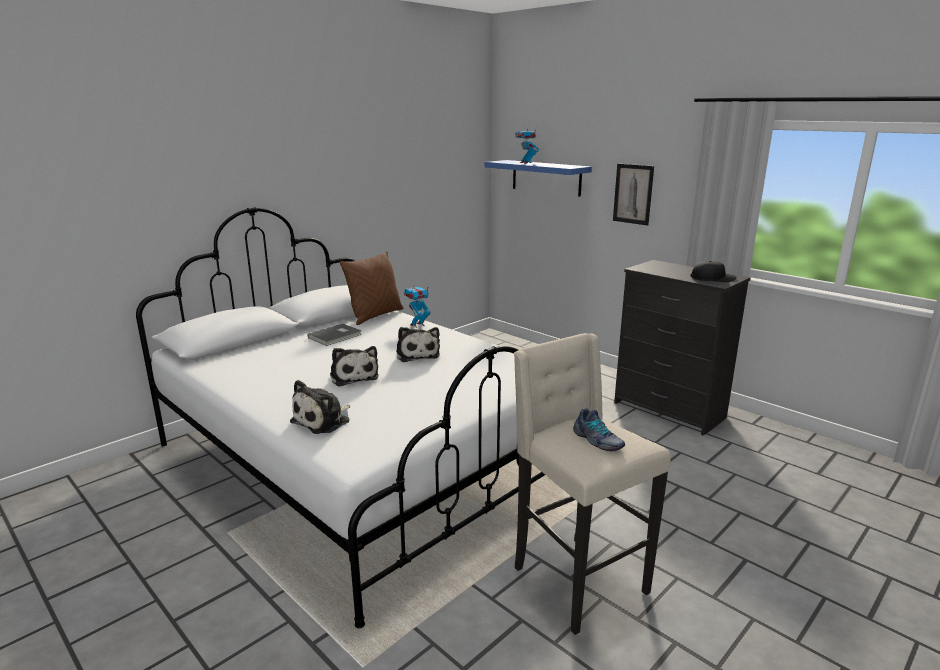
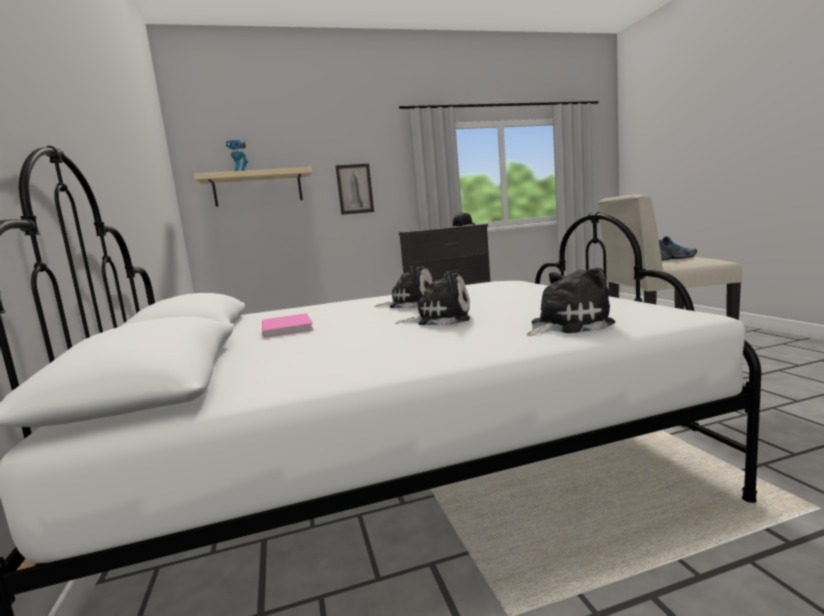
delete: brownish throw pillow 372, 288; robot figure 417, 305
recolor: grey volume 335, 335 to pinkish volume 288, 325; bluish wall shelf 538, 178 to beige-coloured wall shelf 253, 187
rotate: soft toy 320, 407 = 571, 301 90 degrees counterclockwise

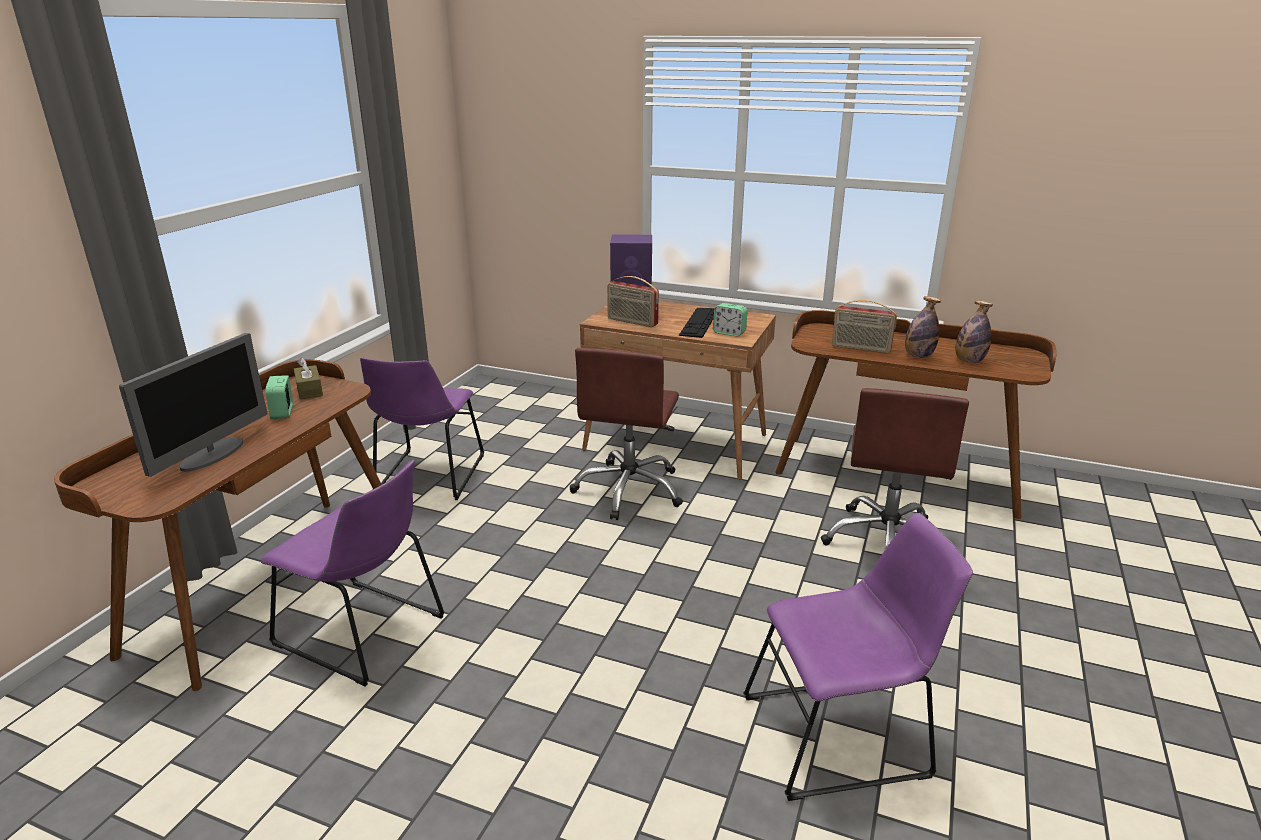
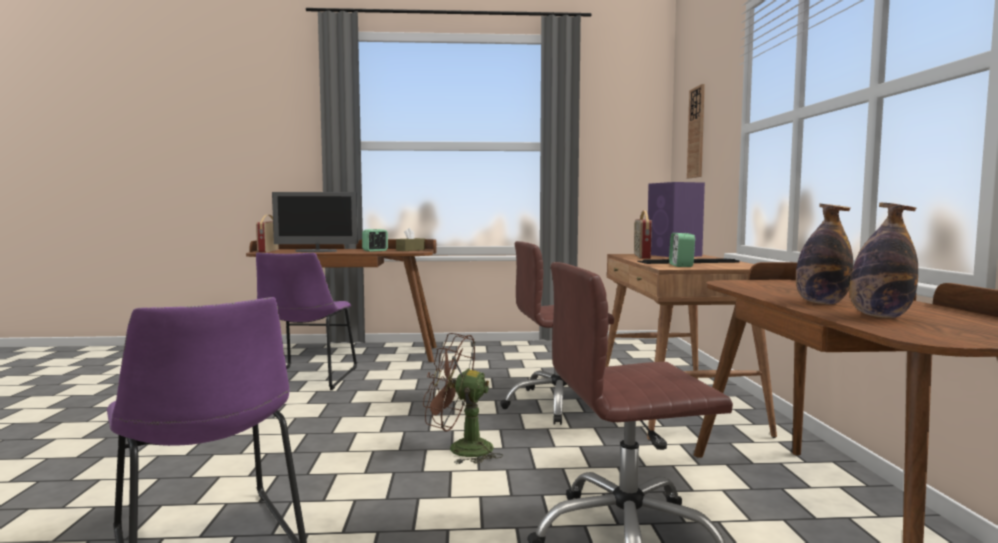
delete: purple plain chair 422, 429
insert: brownish fan 463, 398; clock on the wall 696, 131
move: radio 864, 326 to 267, 233

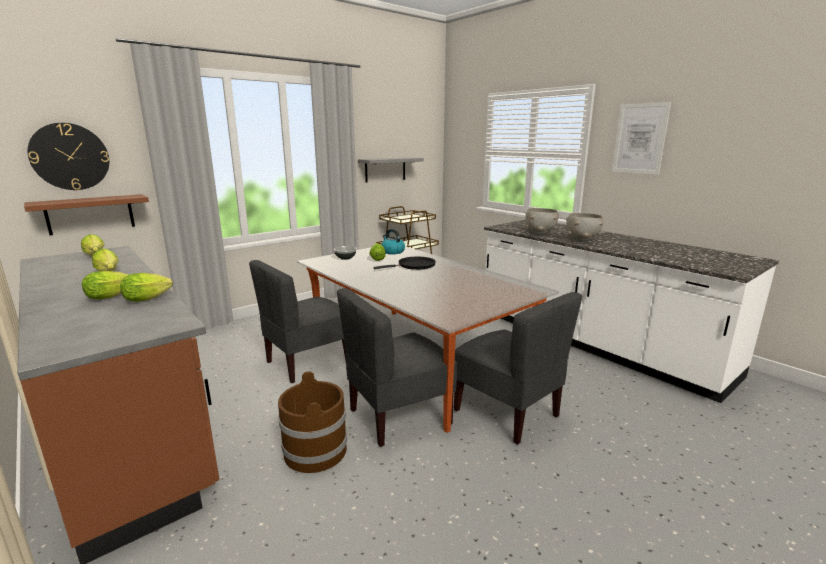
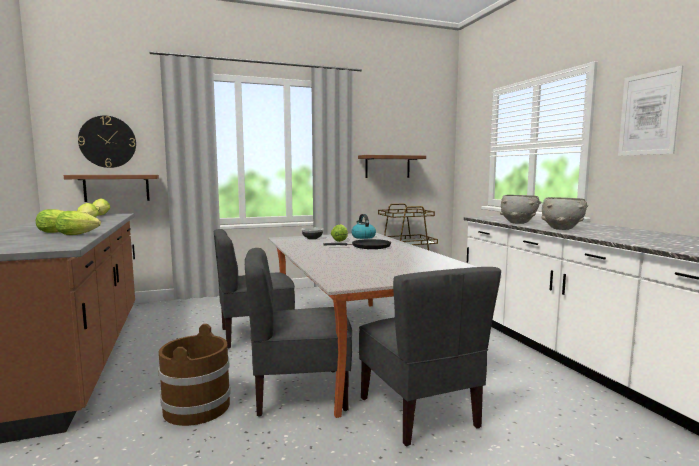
recolor: grey wall shelf 391, 170 to brownish wall shelf 392, 166

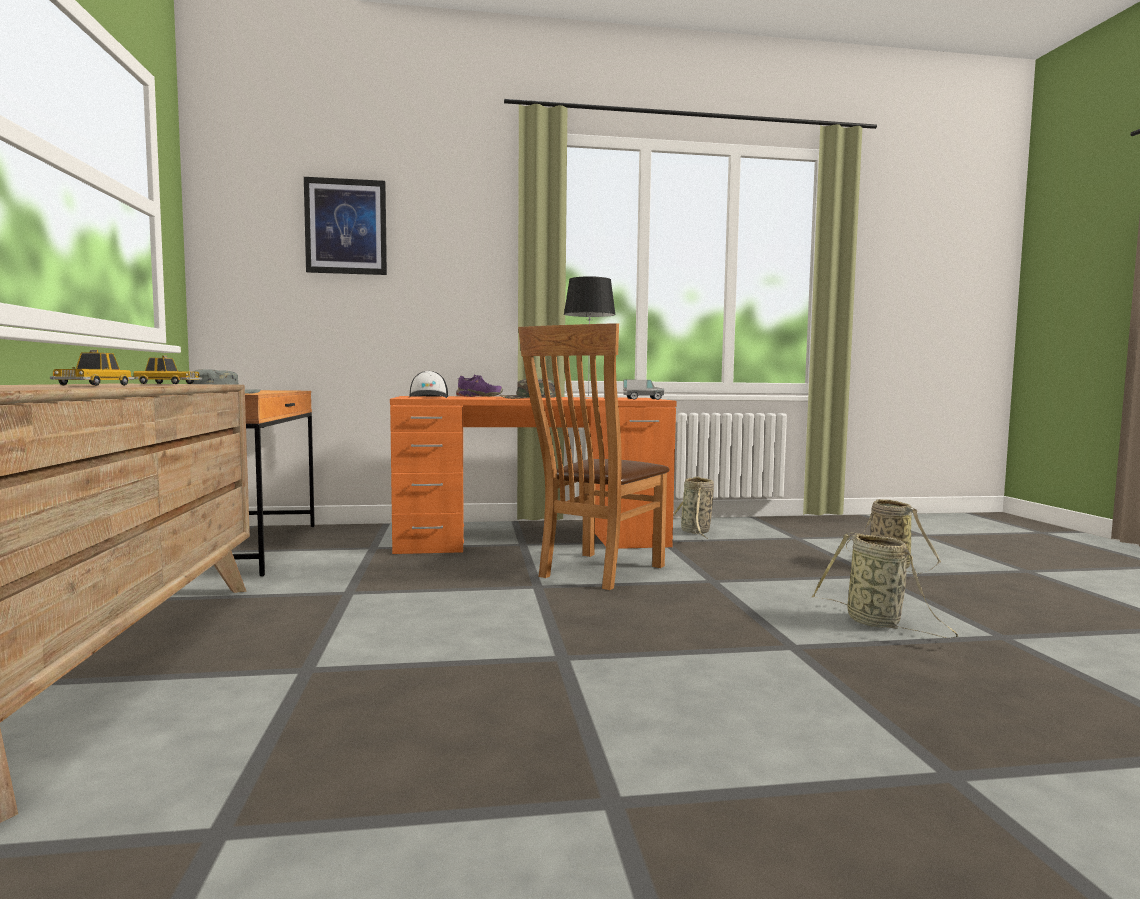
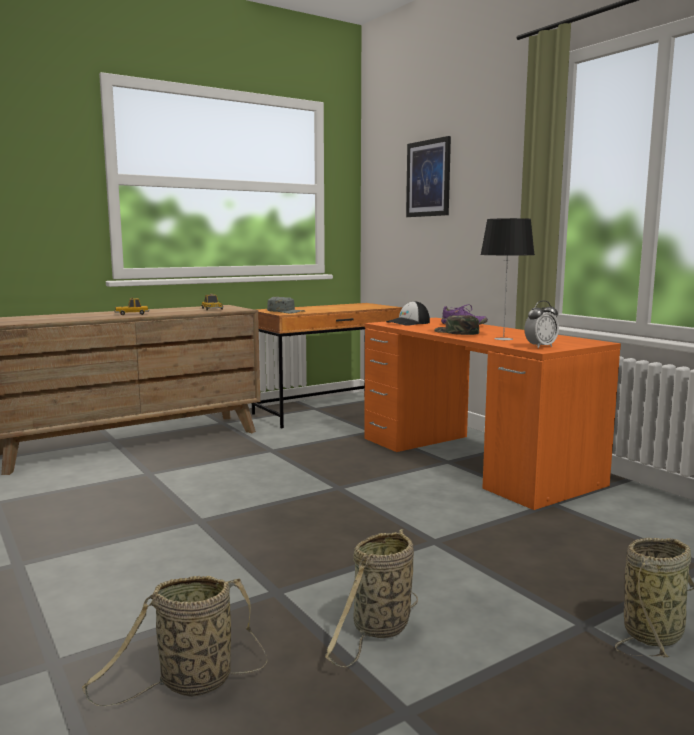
delete: brownish plain chair 594, 456
move: storage basket 693, 507 to 175, 641
replace: model truck 643, 390 to bedside clock 541, 324

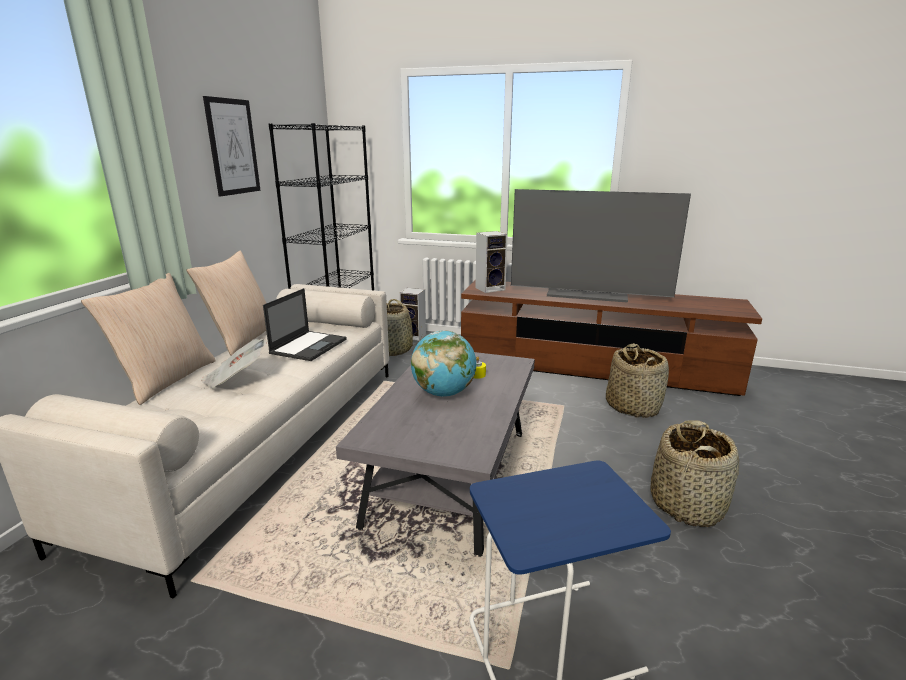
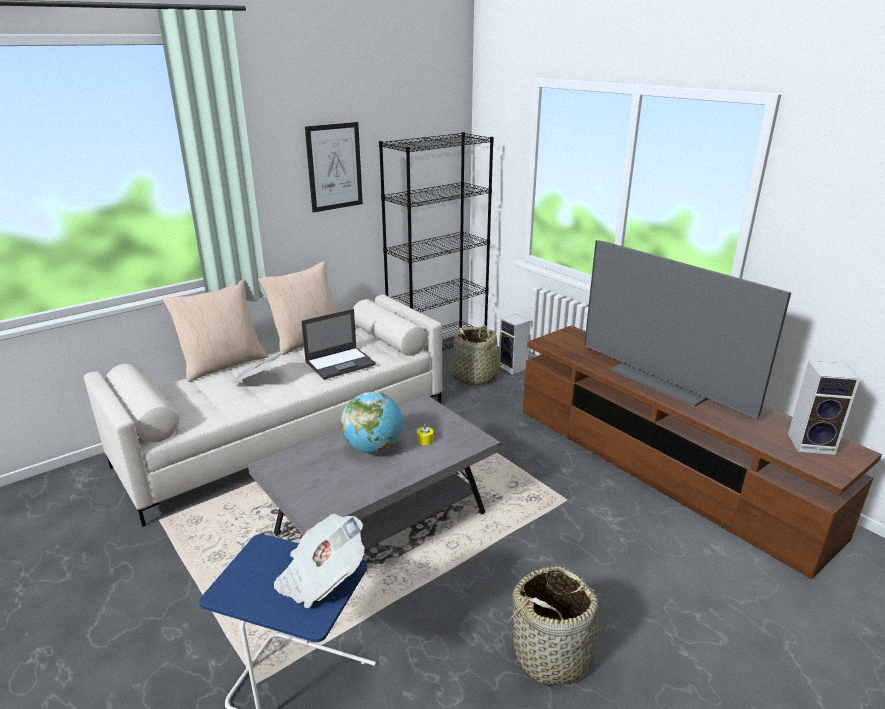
delete: storage basket 637, 380
insert: daily paper 319, 561
move: audio speaker 492, 262 to 824, 408

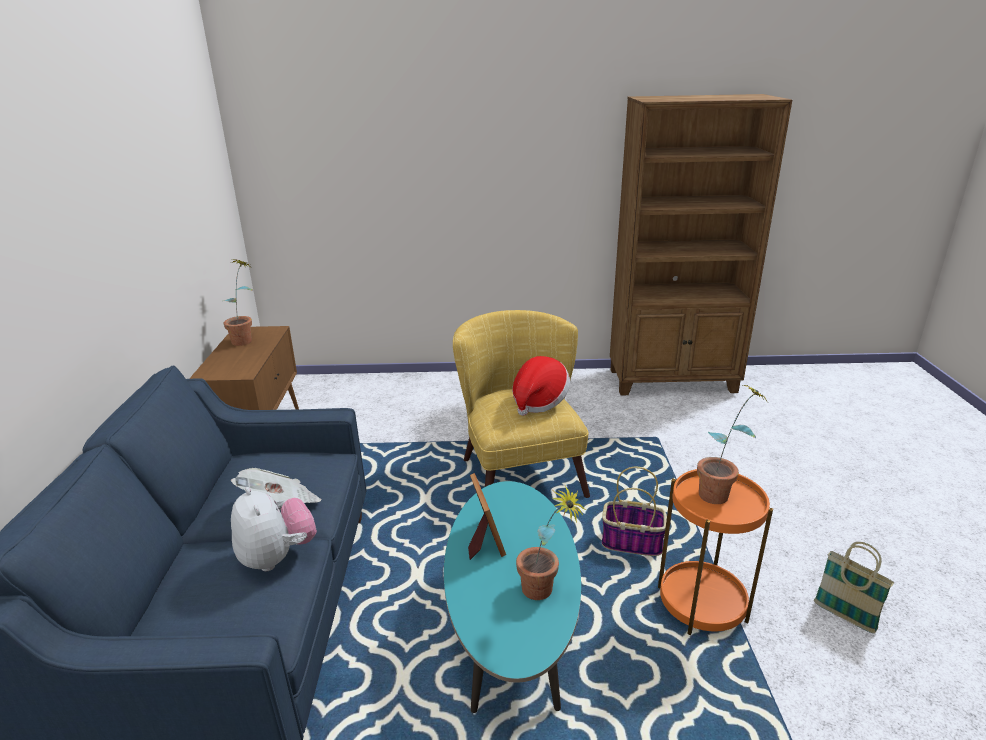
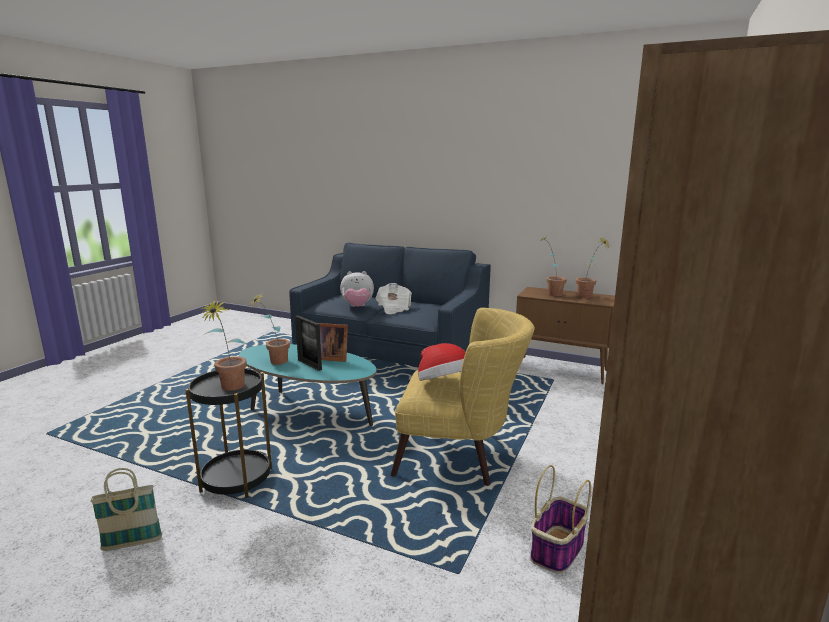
insert: picture frame 308, 343; plant in a pot 553, 266
move: storage basket 634, 511 to 560, 519
recolor: orange accent table 715, 552 to black-coloured accent table 228, 433

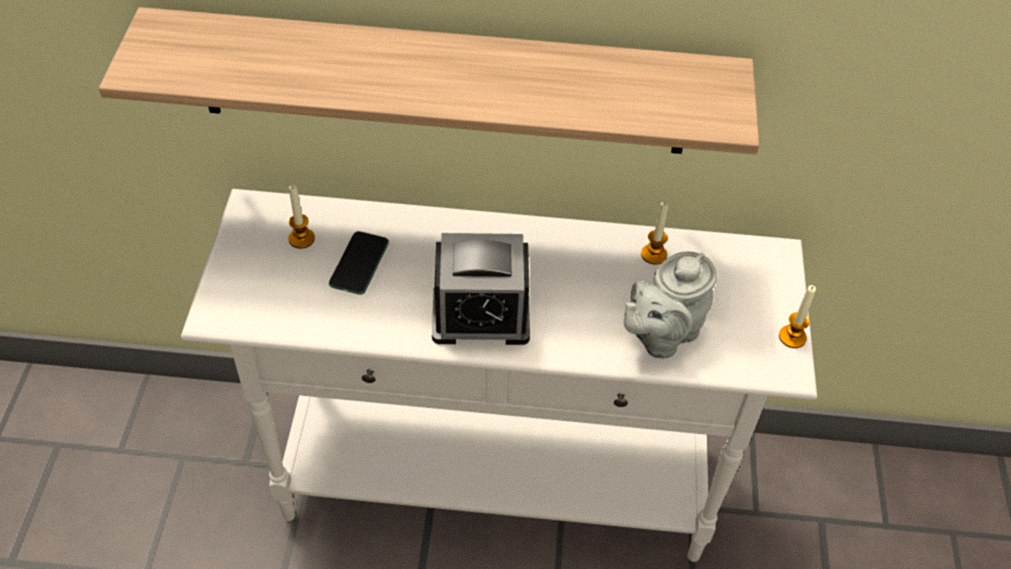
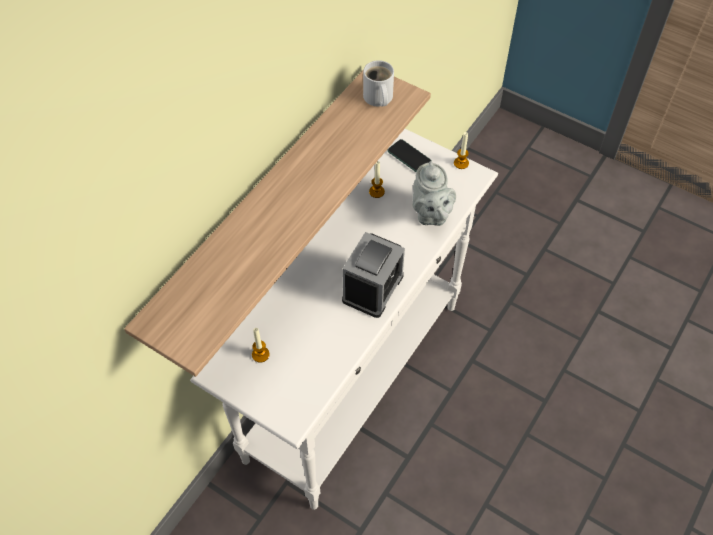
insert: white coffee mug 378, 83
move: phone 359, 263 to 410, 155

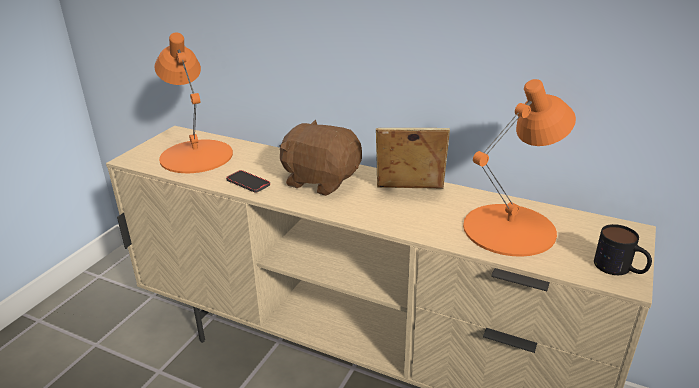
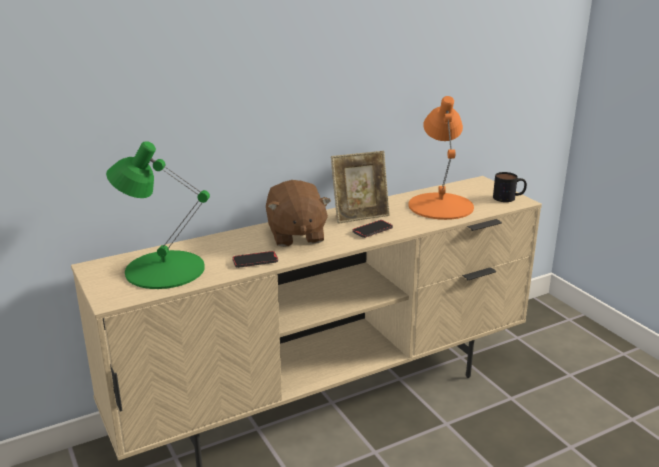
insert: phone 372, 229
recolor: orange tabletop lamp 193, 103 to green tabletop lamp 158, 215
rotate: brownish soft toy 321, 158 = 298, 213 75 degrees counterclockwise; picture frame 413, 158 = 360, 187 150 degrees counterclockwise

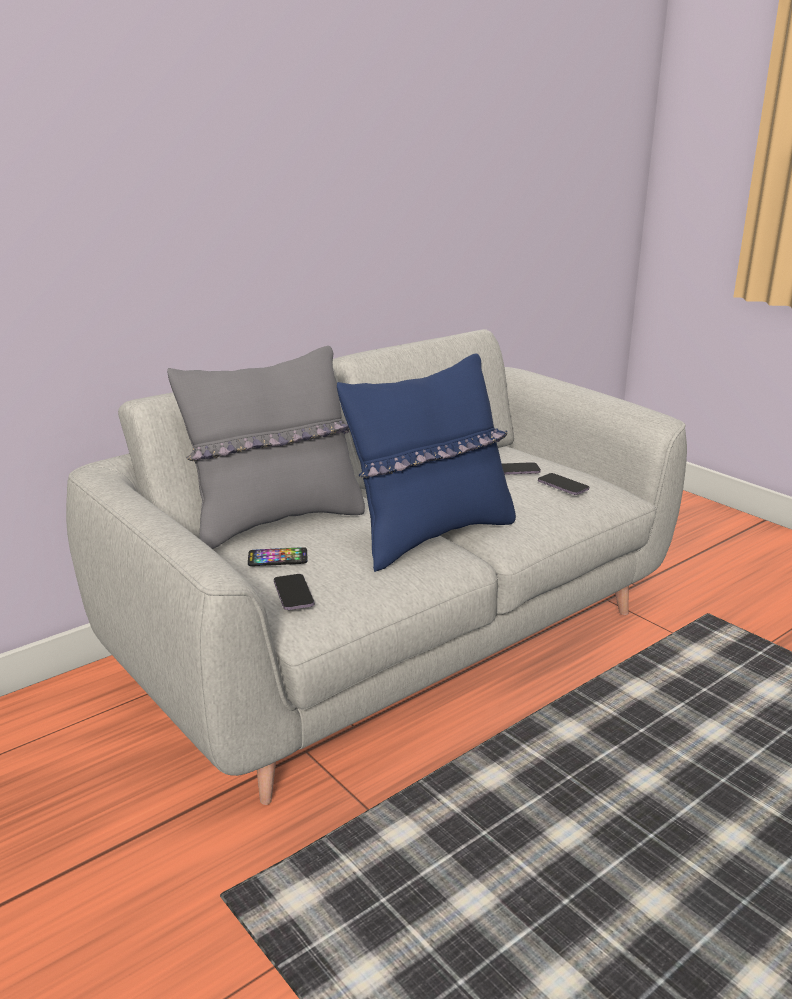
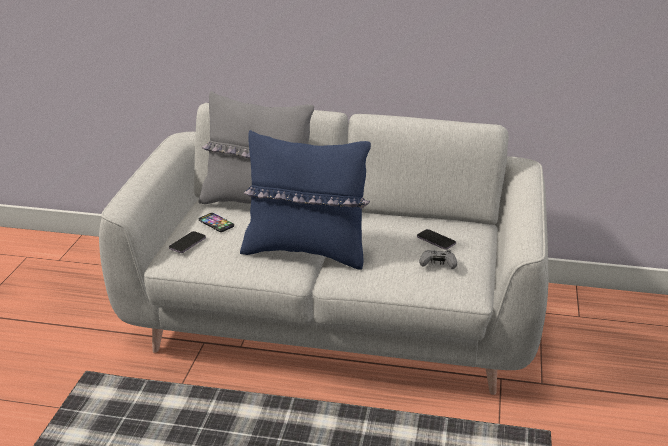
replace: phone 563, 484 to grey joypad 438, 259

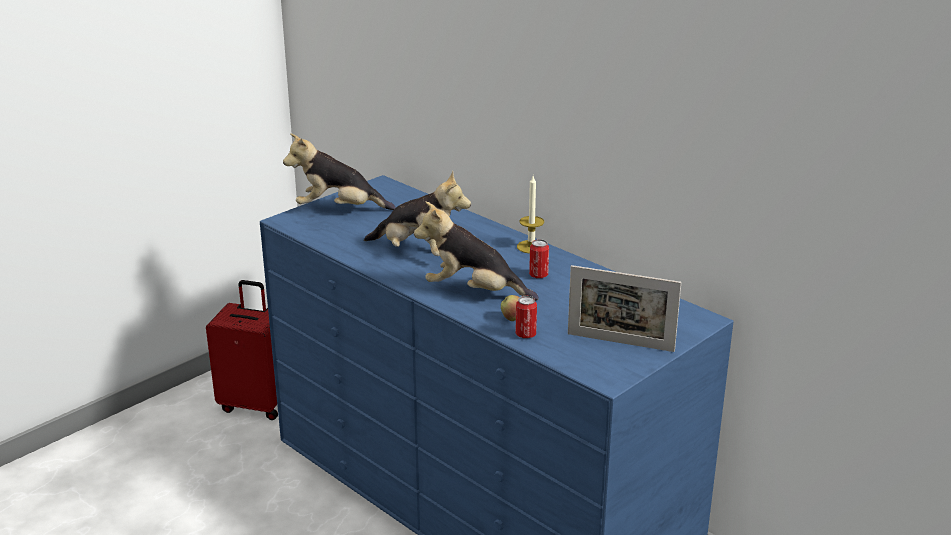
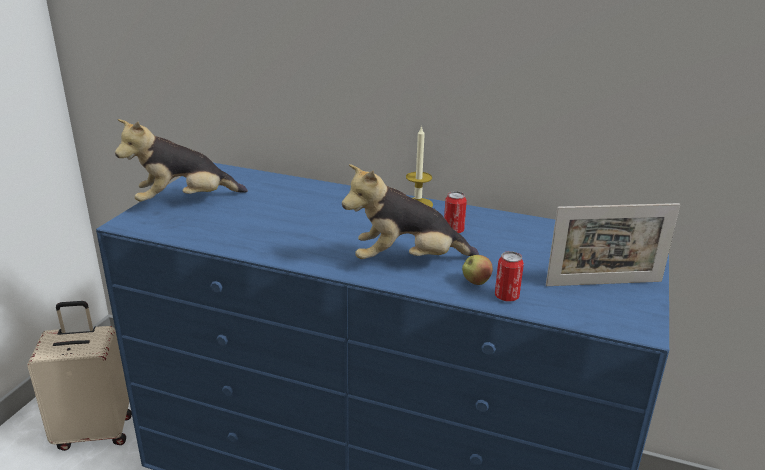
delete: soft toy 417, 213
recolor: red piece of luggage 242, 350 to beige-coloured piece of luggage 79, 376

